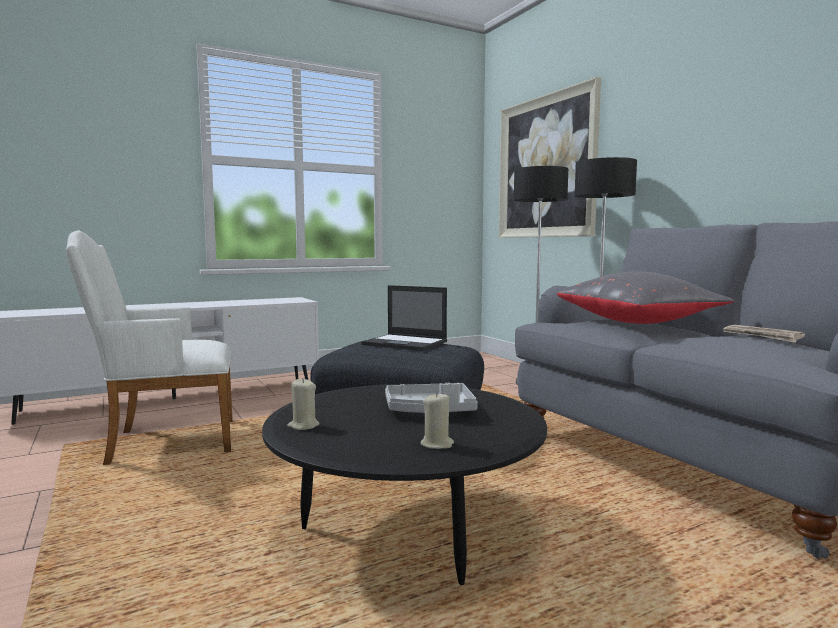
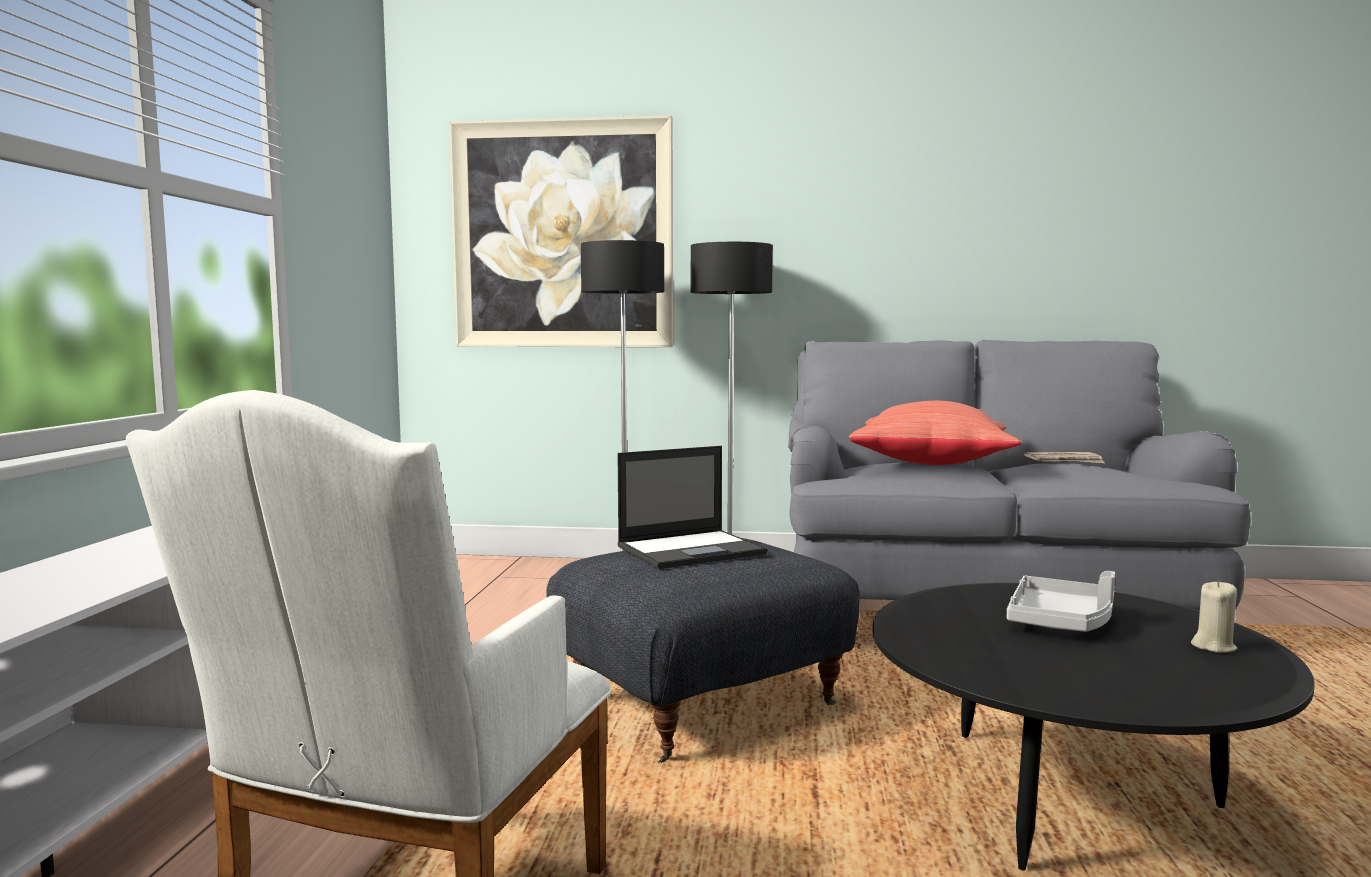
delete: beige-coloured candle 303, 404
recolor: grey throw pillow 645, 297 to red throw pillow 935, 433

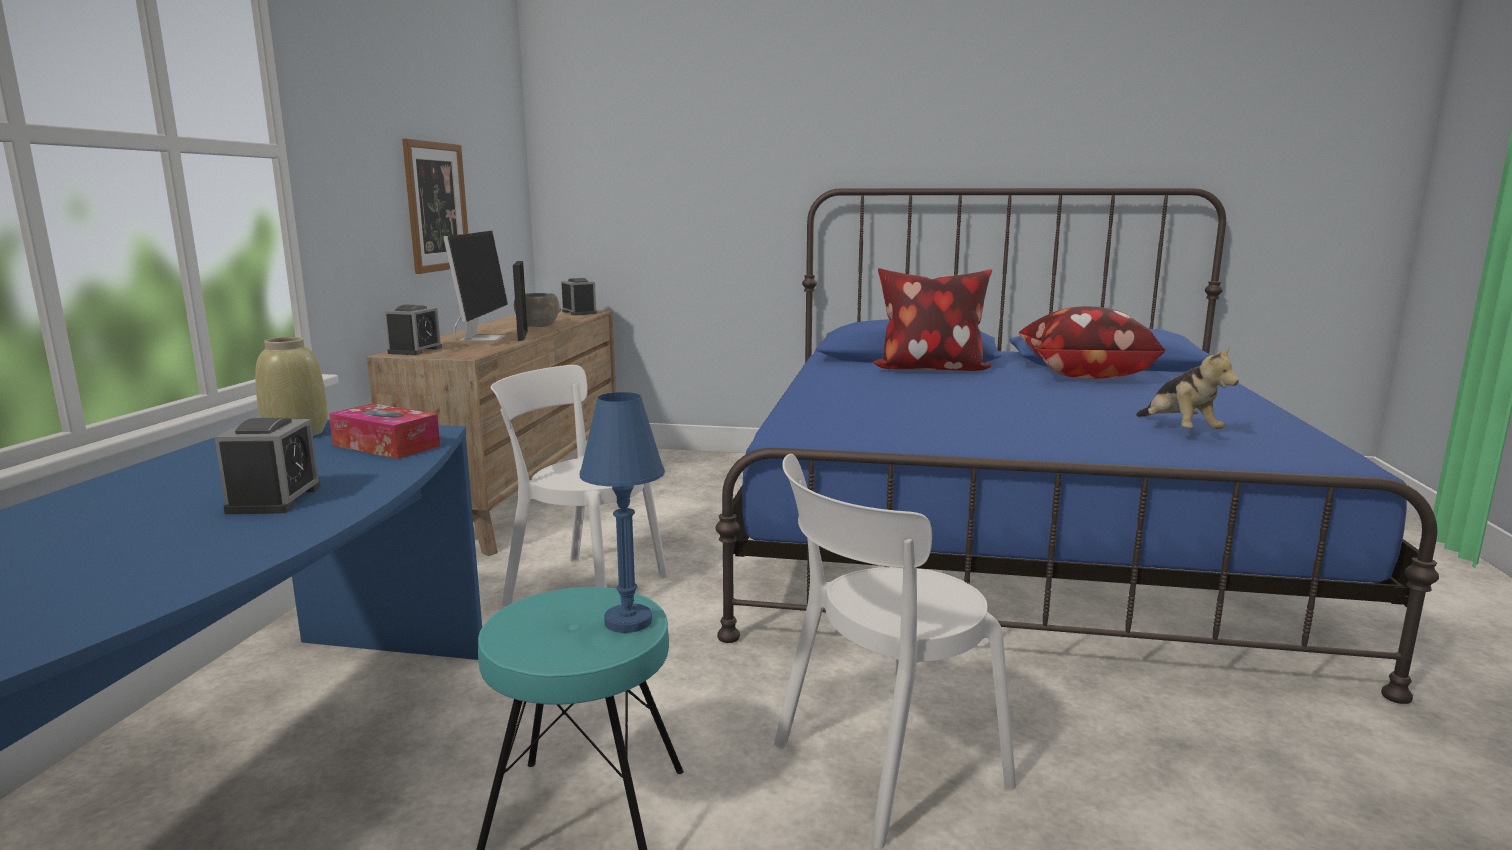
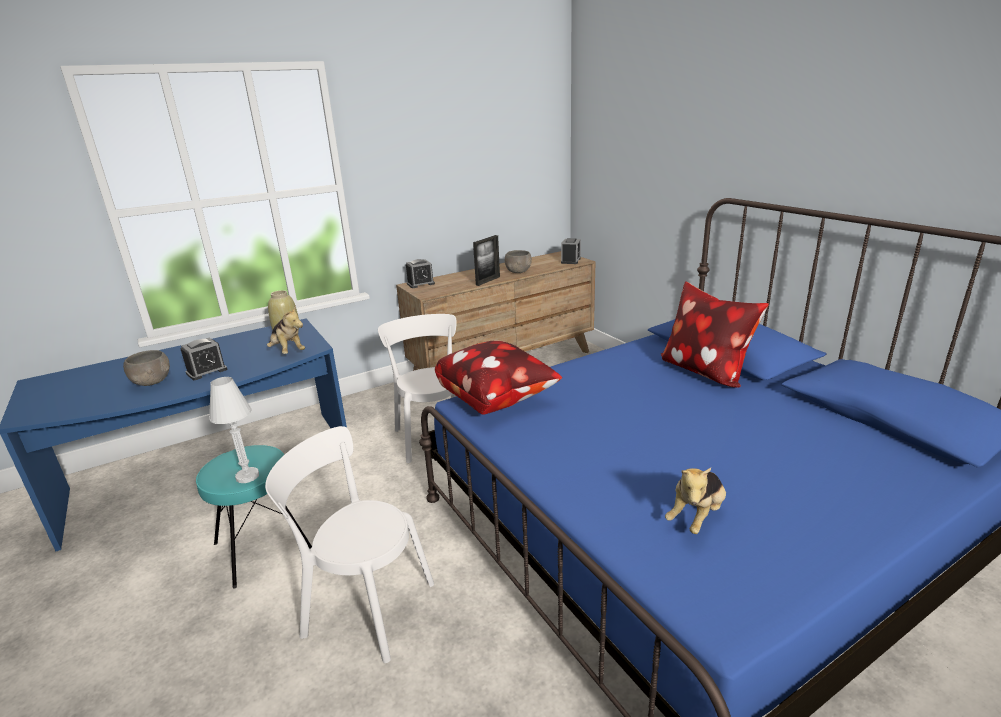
delete: wall art 435, 206; computer display 475, 286
insert: grey serving bowl 146, 368
move: throw pillow 1092, 342 to 498, 377
replace: box of tissues 384, 431 to soft toy 286, 329
recolor: bluish tabletop lamp 622, 512 to white tabletop lamp 234, 430

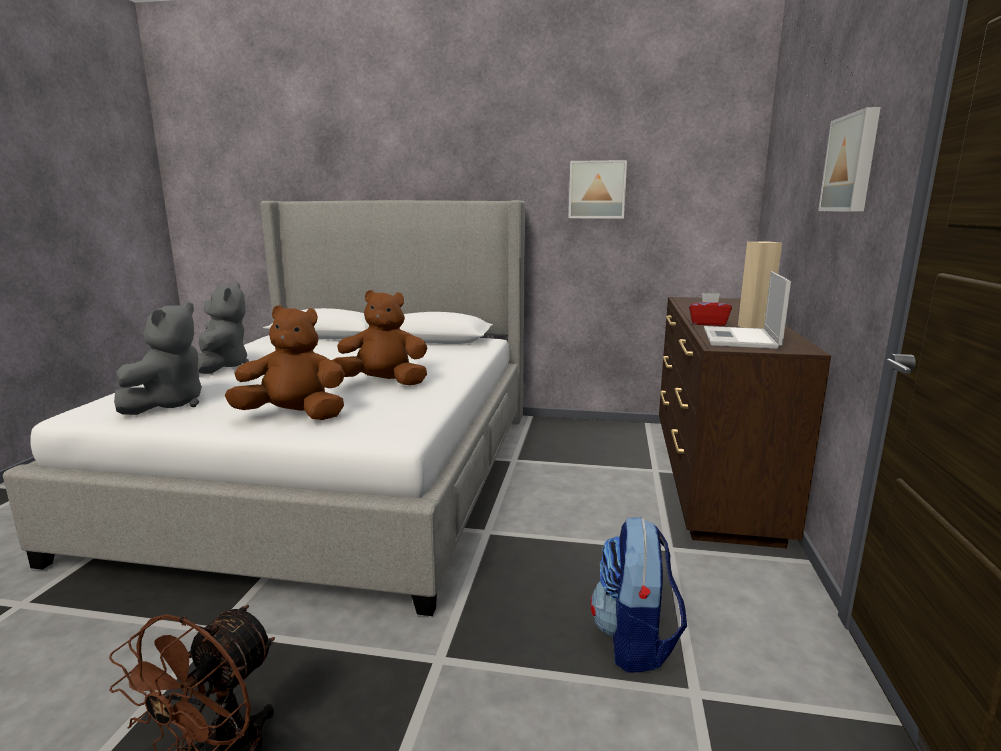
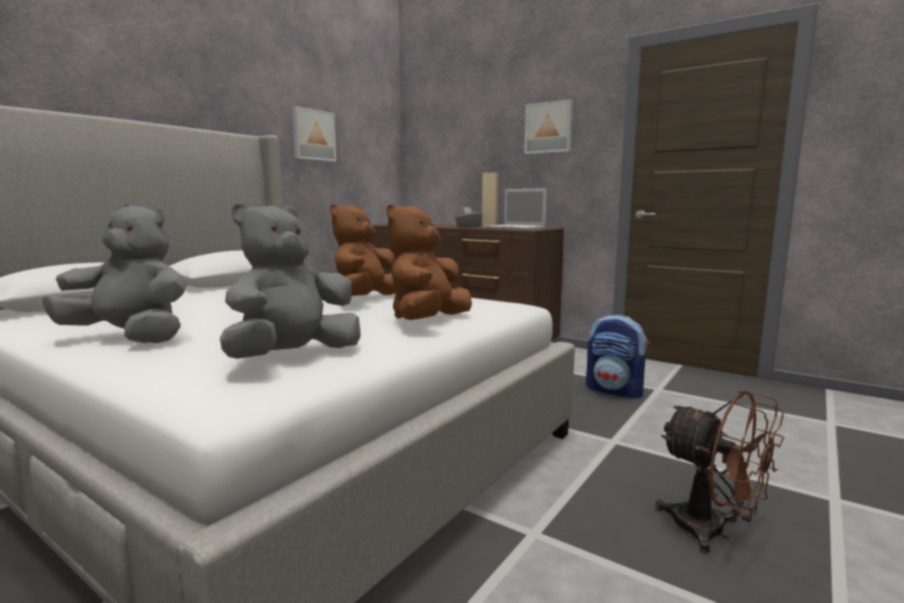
recolor: red box of tissues 710, 309 to grey box of tissues 468, 217
rotate: grey soft toy 158, 358 = 290, 281 90 degrees counterclockwise

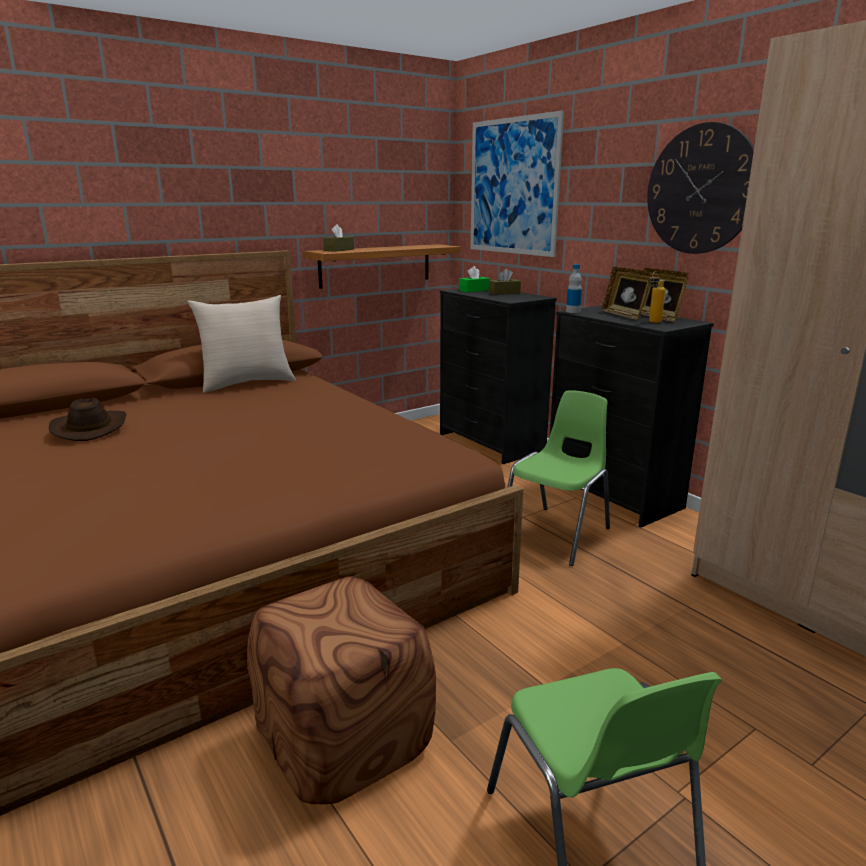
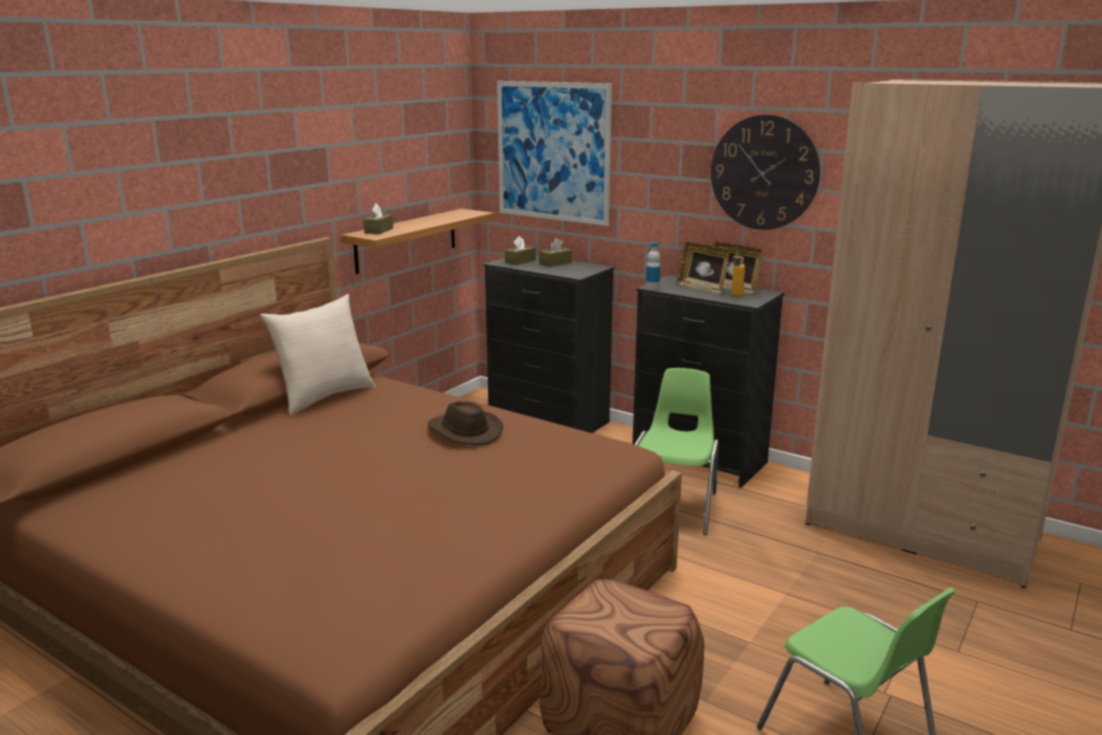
move: brownish clothing hat 87, 419 to 465, 423
recolor: green box of tissues 474, 279 to brownish box of tissues 520, 250

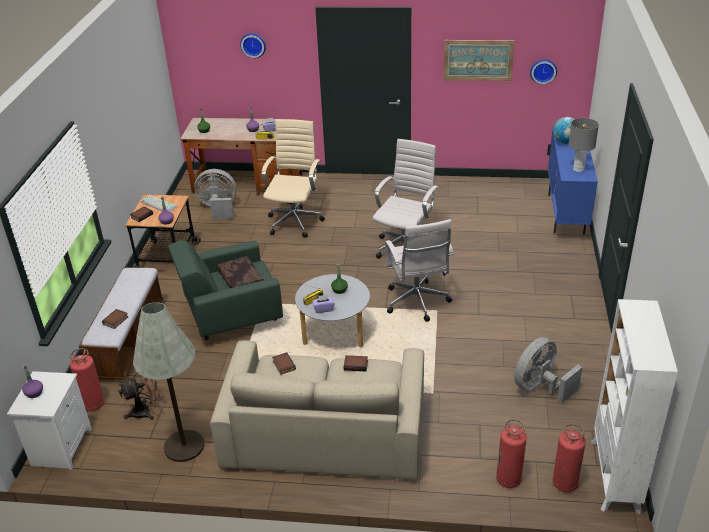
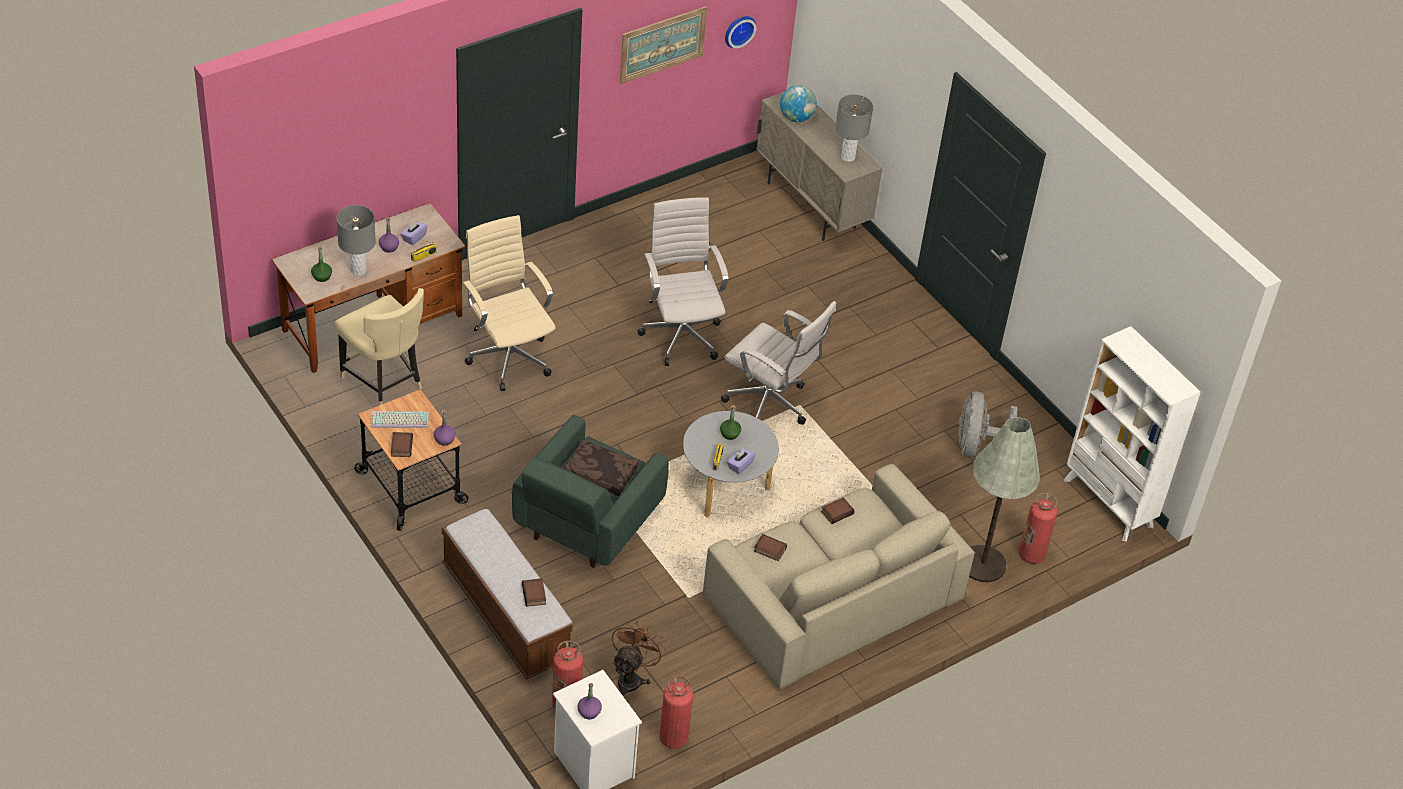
delete: clock on the wall 253, 45
insert: grey tabletop lamp 356, 240
move: grey floor lamp 168, 382 to 1004, 500; extinguisher 569, 458 to 676, 712
replace: grey fan 215, 194 to beige-coloured plain chair 379, 346
recolor: bluish cupboard 572, 181 to beige-coloured cupboard 819, 166

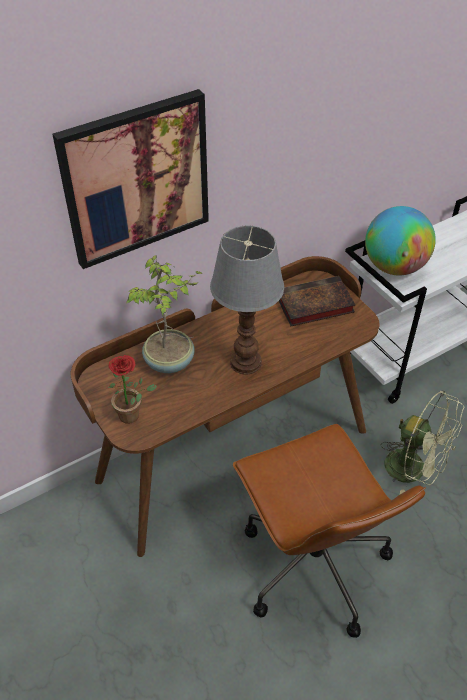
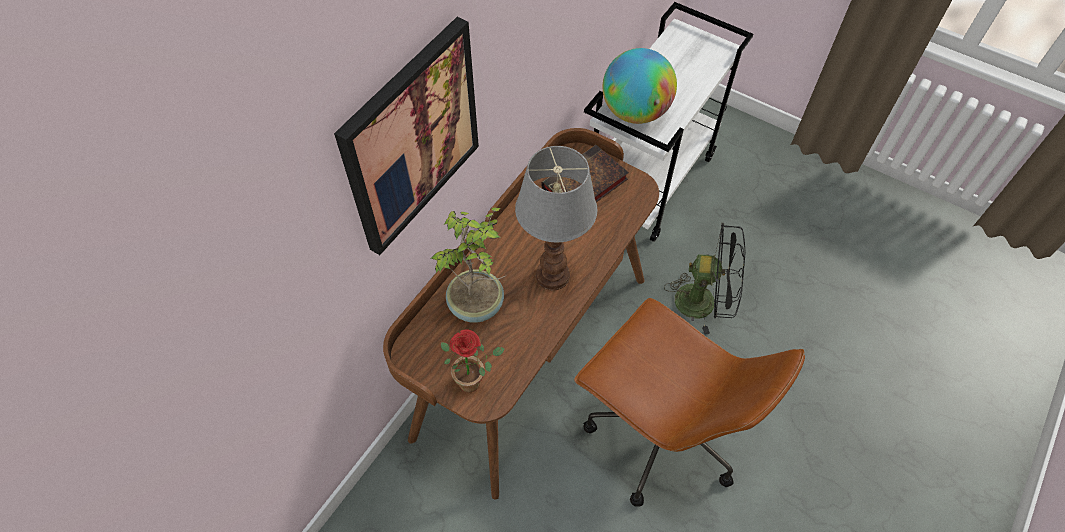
recolor: green fan 422, 442 to black-coloured fan 704, 279

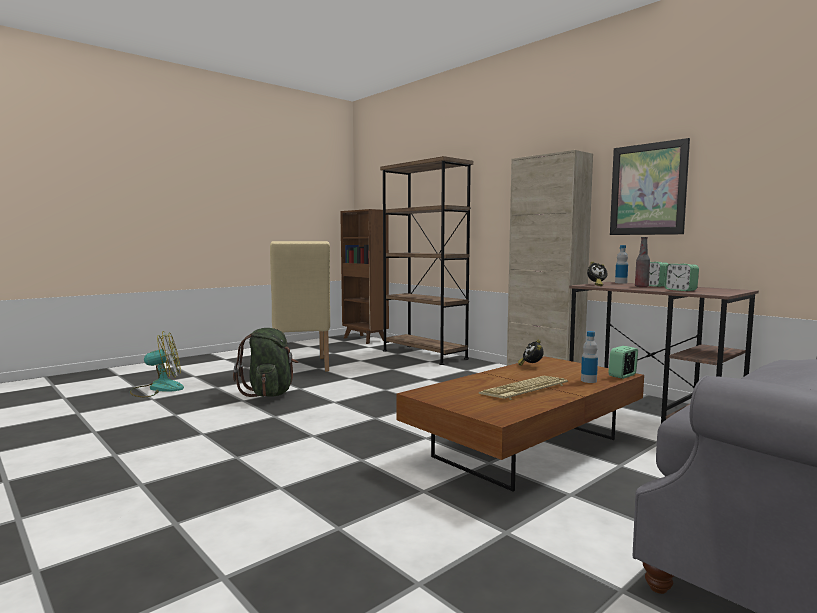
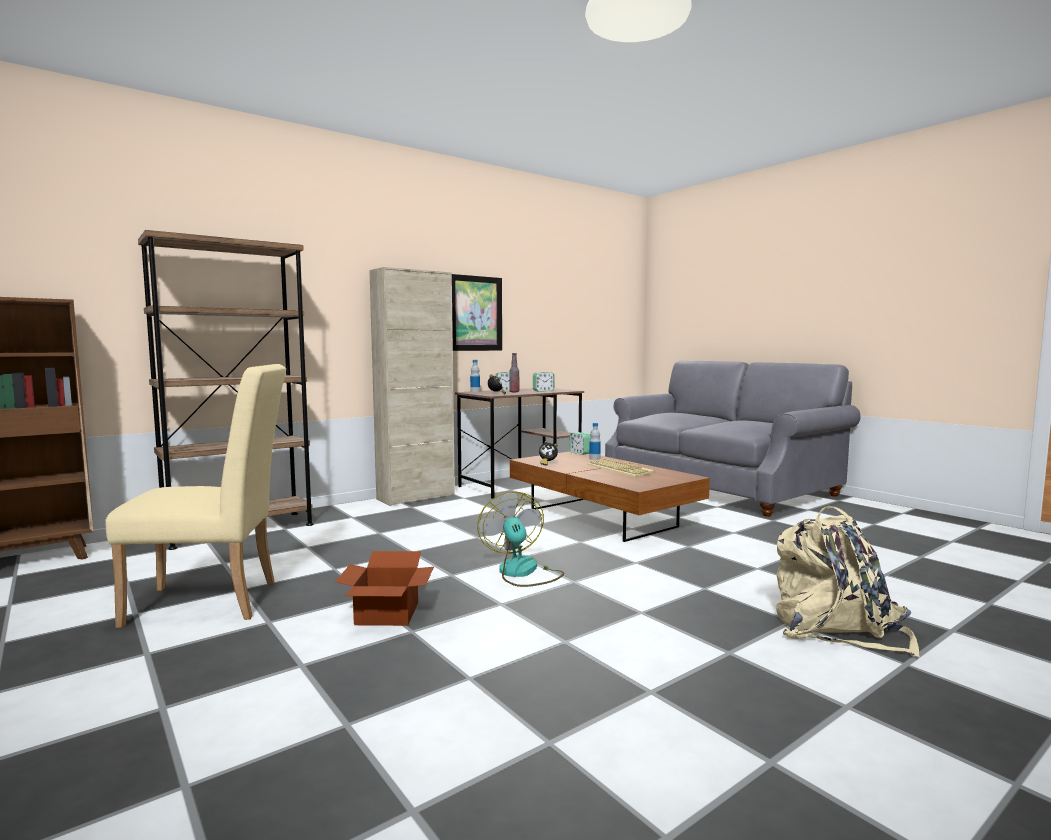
insert: beige-coloured rucksack 848, 581
move: fan 157, 364 to 520, 539
replace: green rucksack 265, 362 to cardboard box 384, 588

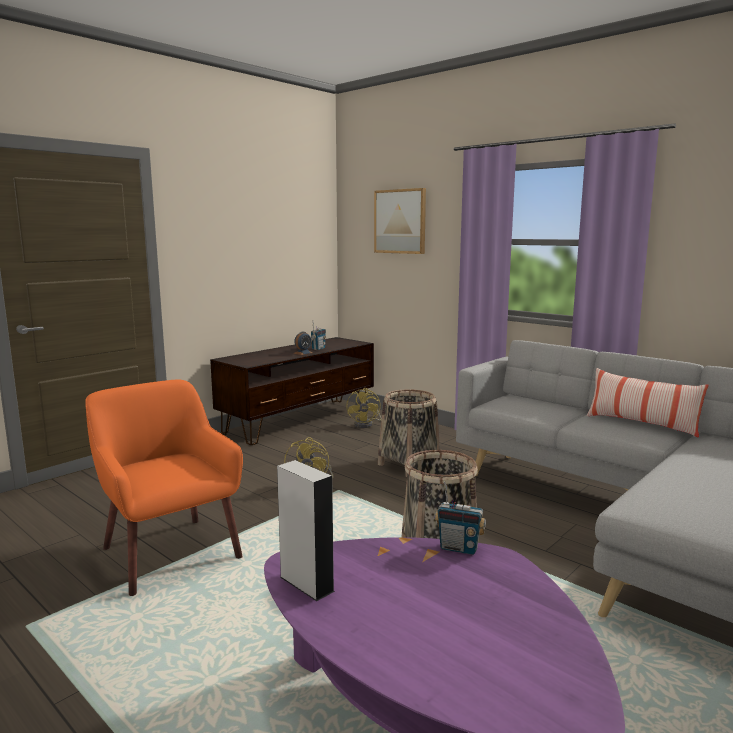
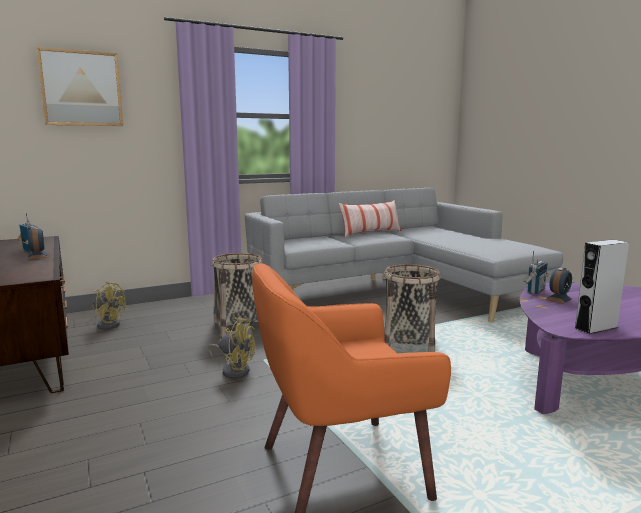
insert: bedside clock 559, 285

